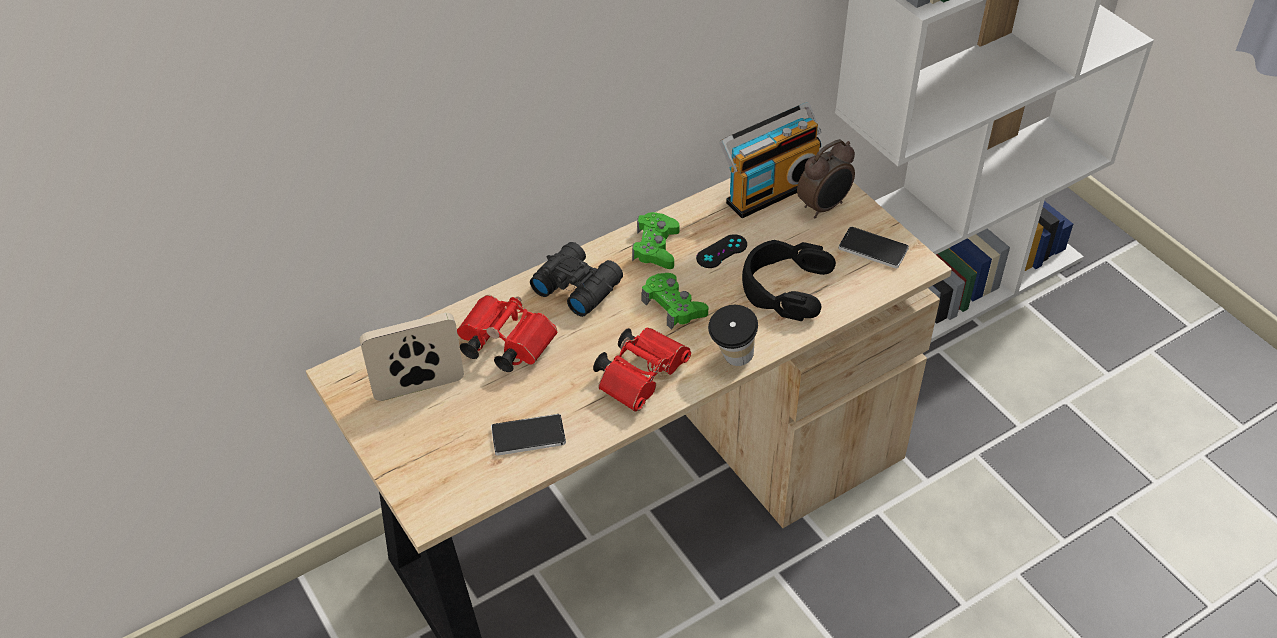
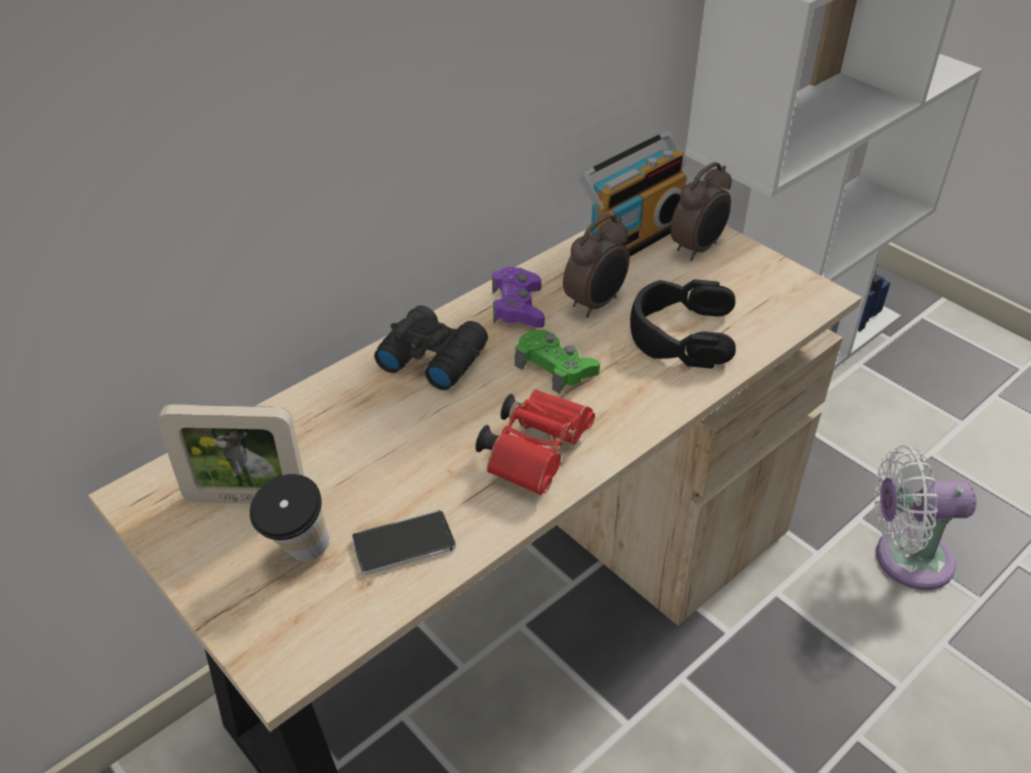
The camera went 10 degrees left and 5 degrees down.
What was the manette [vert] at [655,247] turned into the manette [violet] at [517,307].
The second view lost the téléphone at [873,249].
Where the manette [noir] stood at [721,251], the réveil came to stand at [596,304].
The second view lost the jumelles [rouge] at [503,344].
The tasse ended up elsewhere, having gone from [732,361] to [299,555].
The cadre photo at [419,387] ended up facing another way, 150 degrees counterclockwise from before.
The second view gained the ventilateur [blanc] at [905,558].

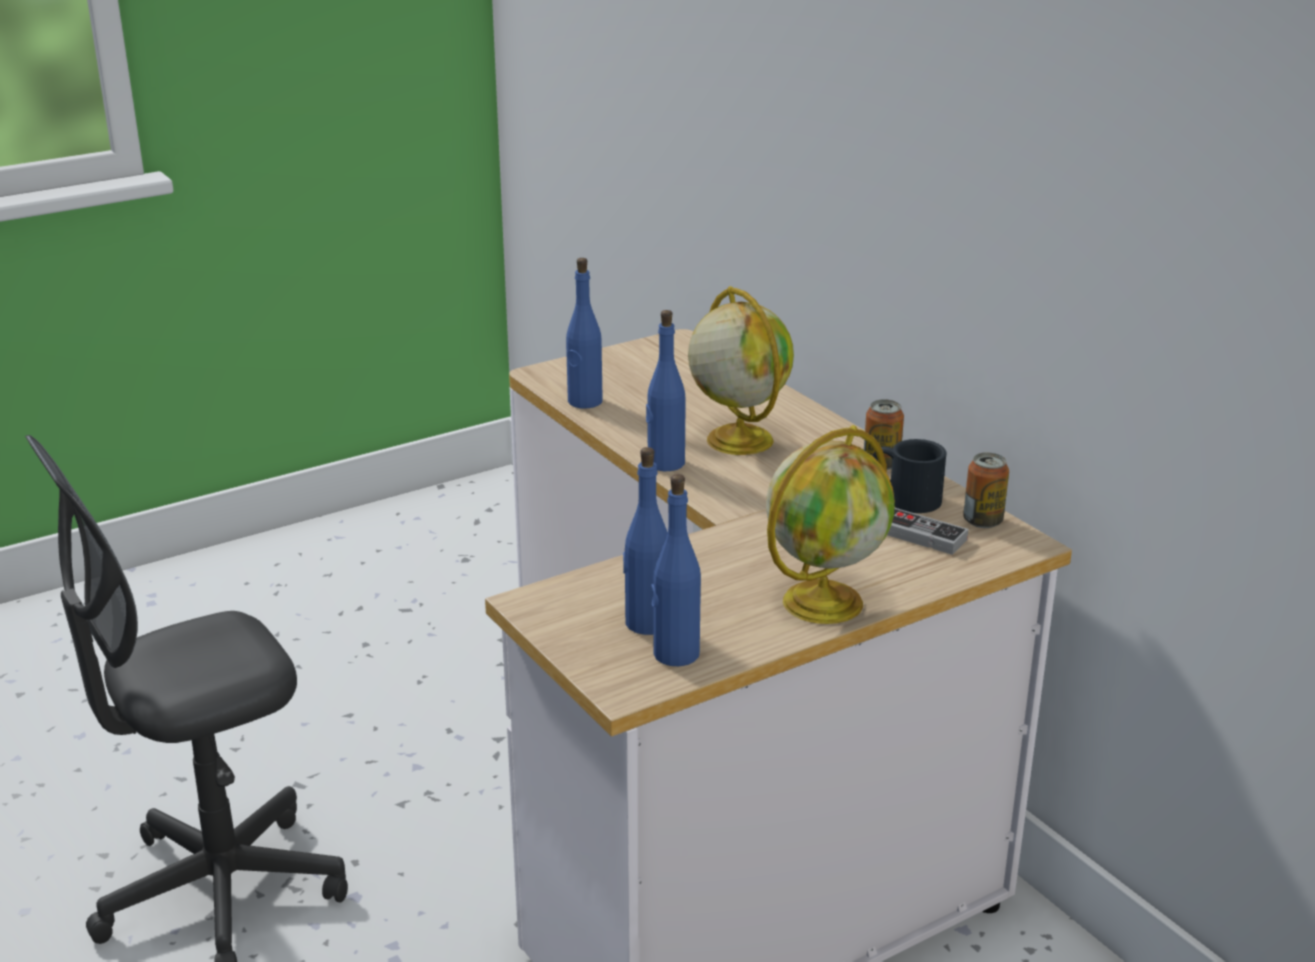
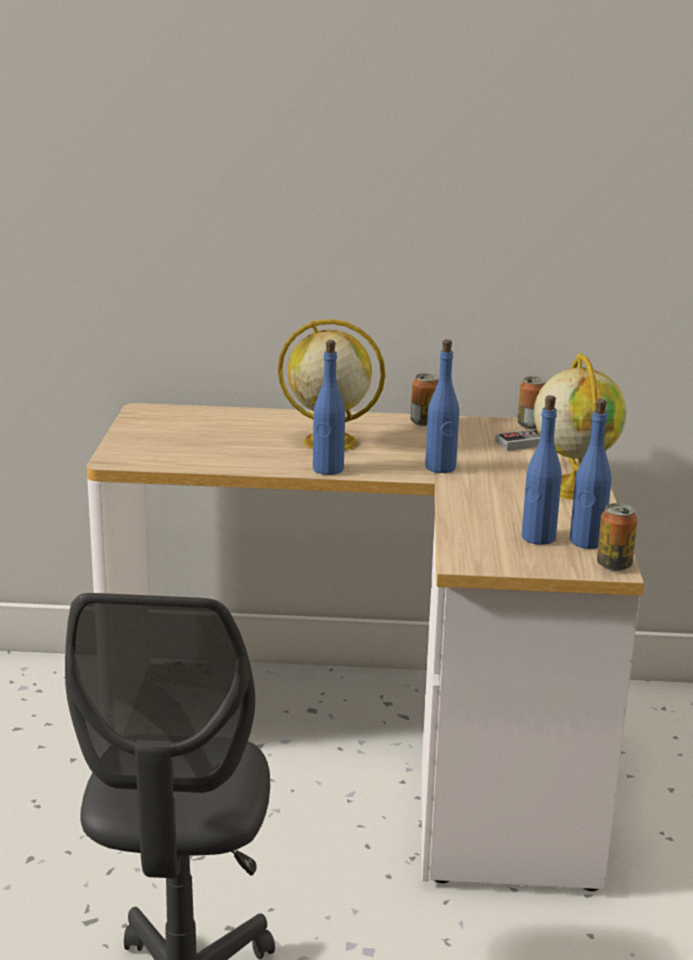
The camera went 55 degrees left and 5 degrees down.
The bouteille [bleu] ended up elsewhere, having gone from [584,402] to [440,468].
The second view lost the mug [noir] at [904,497].
The second view gained the boîte métallique at [614,565].

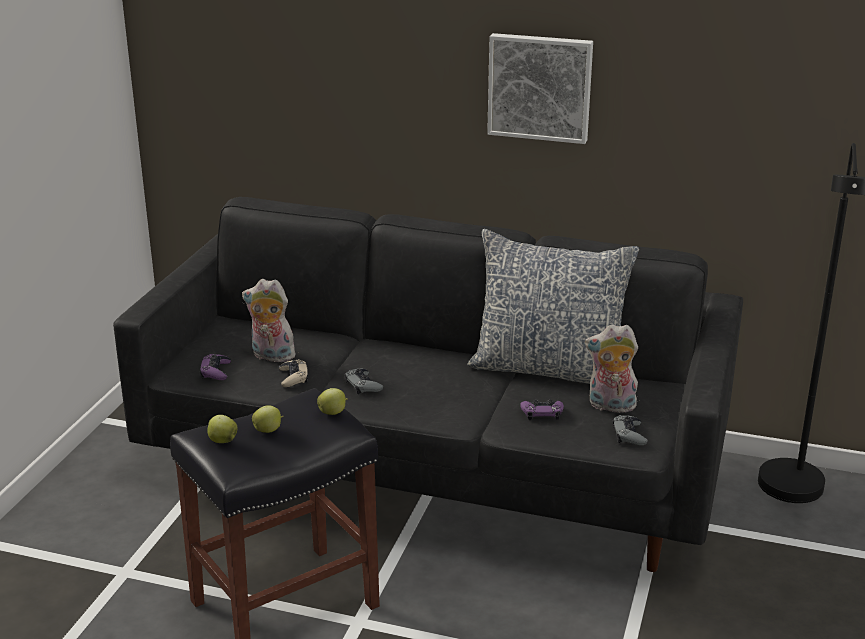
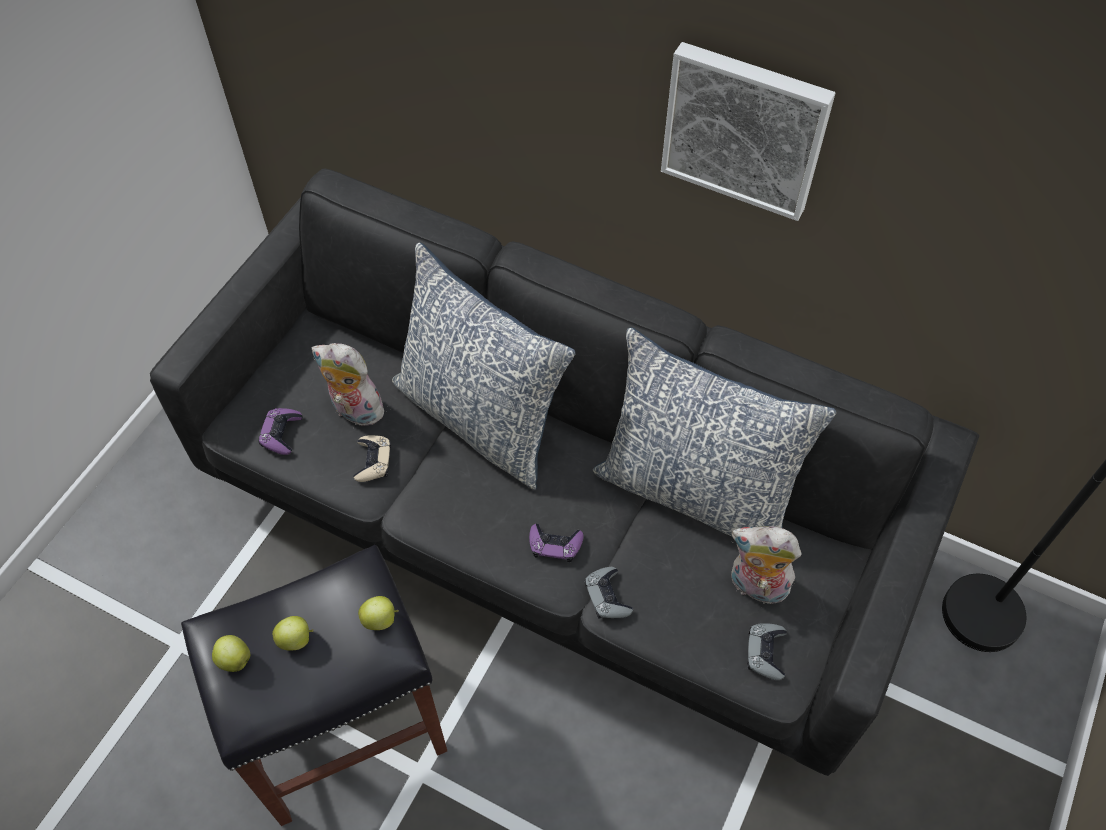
The camera went 10 degrees right and 30 degrees up.
The manette [gris] ended up elsewhere, having gone from [363,385] to [607,597].
The manette [violet] ended up elsewhere, having gone from [542,413] to [555,545].
The second view gained the coussin at [480,417].

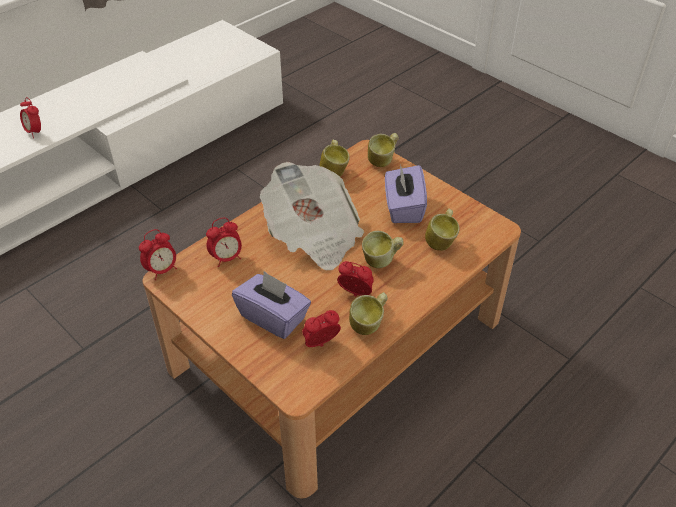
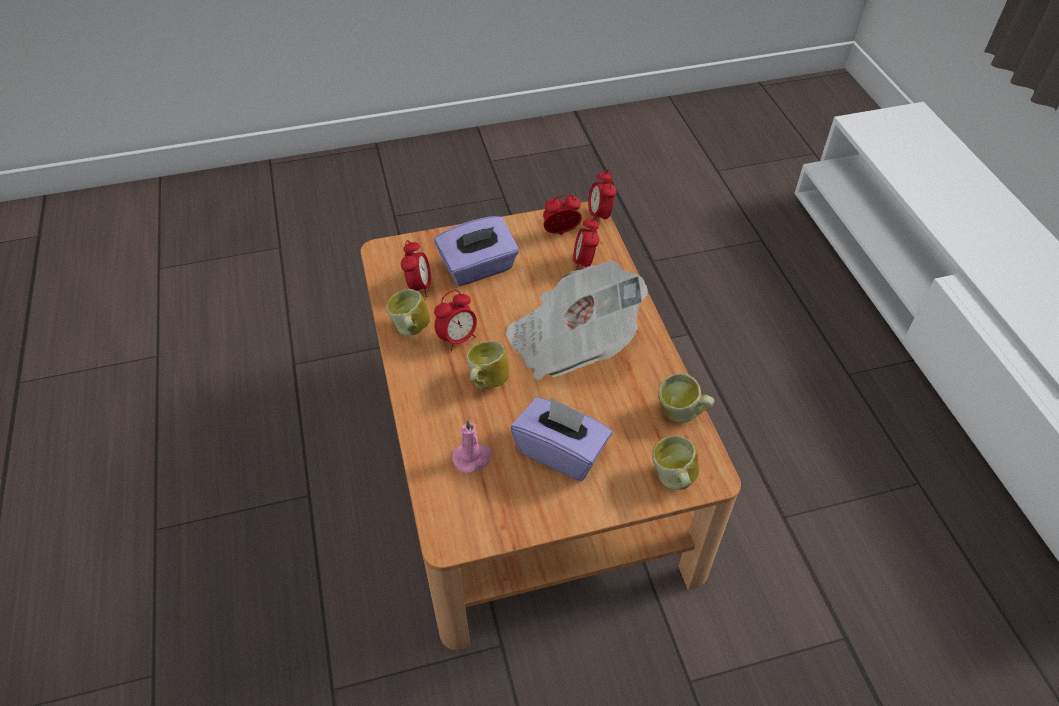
The camera went 120 degrees right and 5 degrees up.
The réveil ended up elsewhere, having gone from [35,132] to [560,233].
Where the mug stood at [442,242], the bougie [rose] came to stand at [473,457].

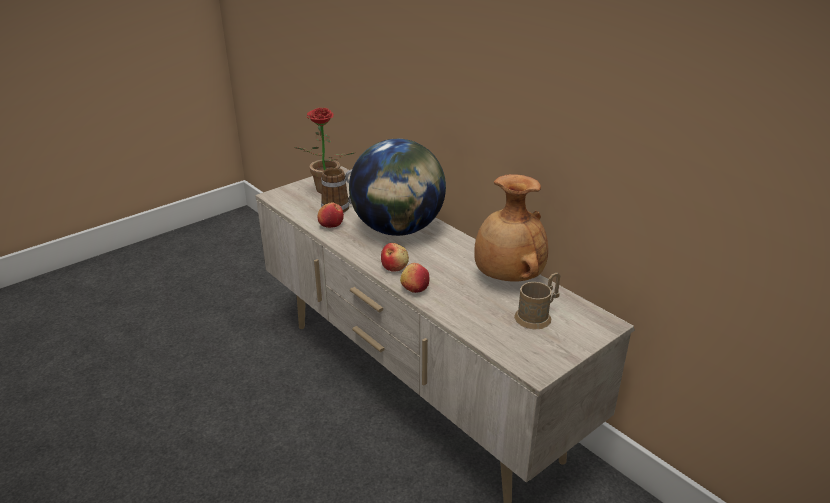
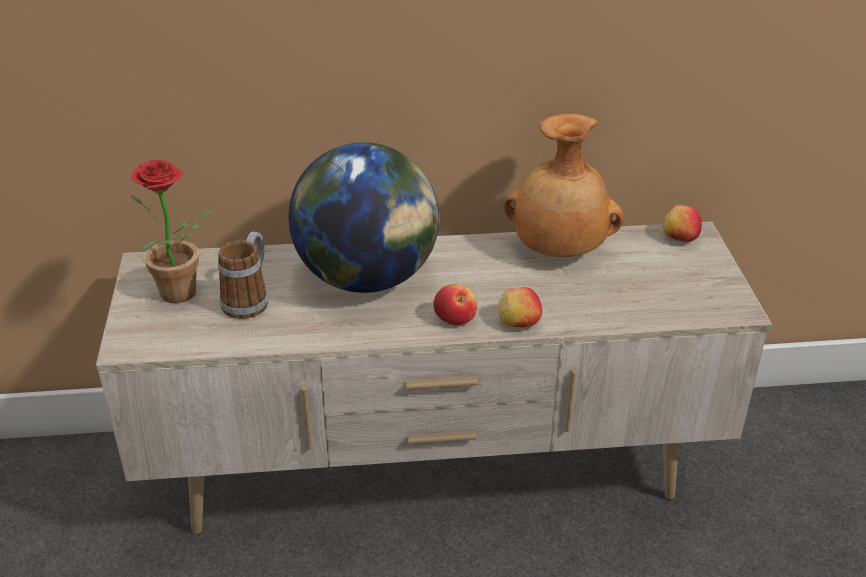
The camera went 55 degrees left and 5 degrees up.
The pomme ended up elsewhere, having gone from [330,225] to [680,237].
The second view lost the mug [marron] at [537,316].

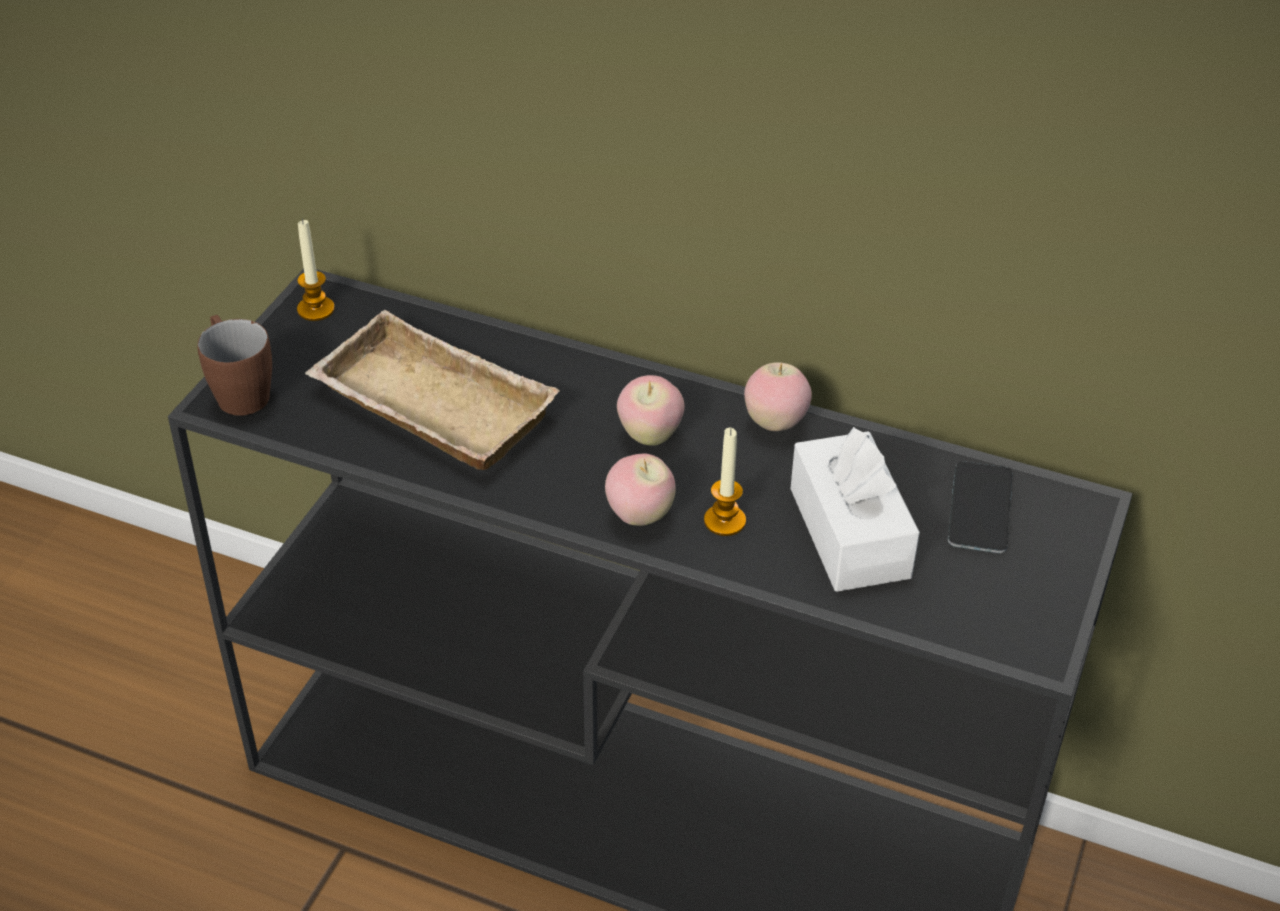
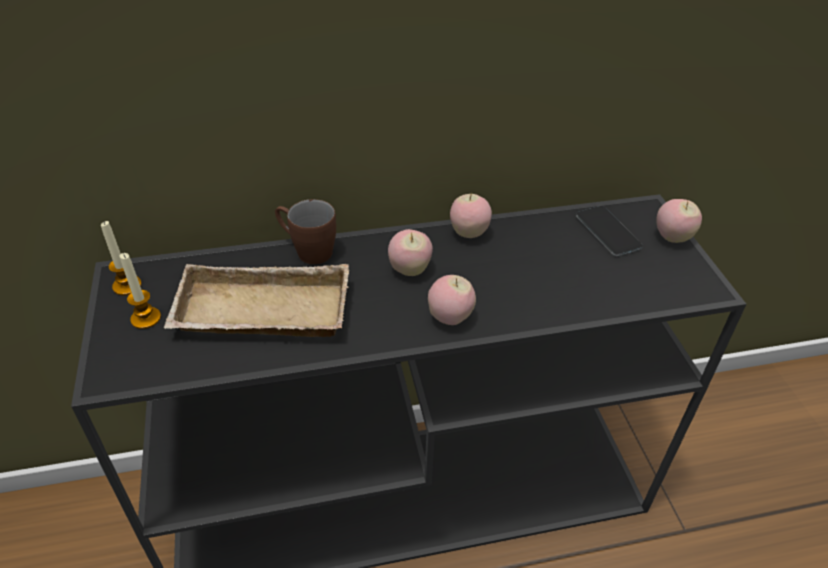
The camera went 35 degrees left and 0 degrees up.
The mug [marron] ended up elsewhere, having gone from [238,390] to [307,250].
The second view lost the boîte à mouchoirs [blanc] at [849,533].
The bougie ended up elsewhere, having gone from [724,521] to [146,318].
The second view gained the pomme at [672,237].

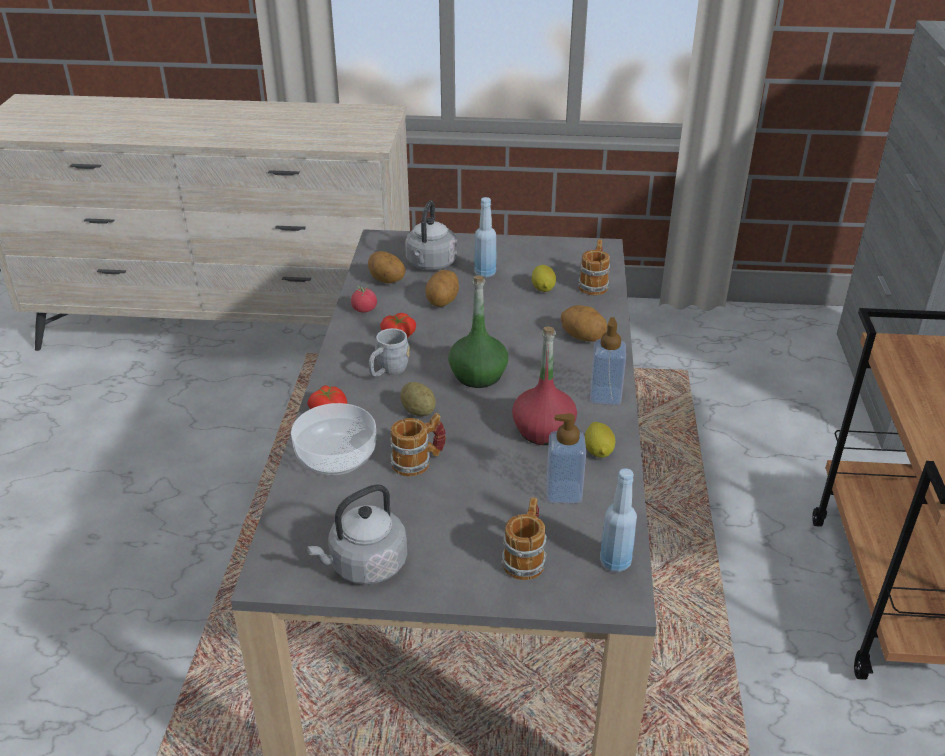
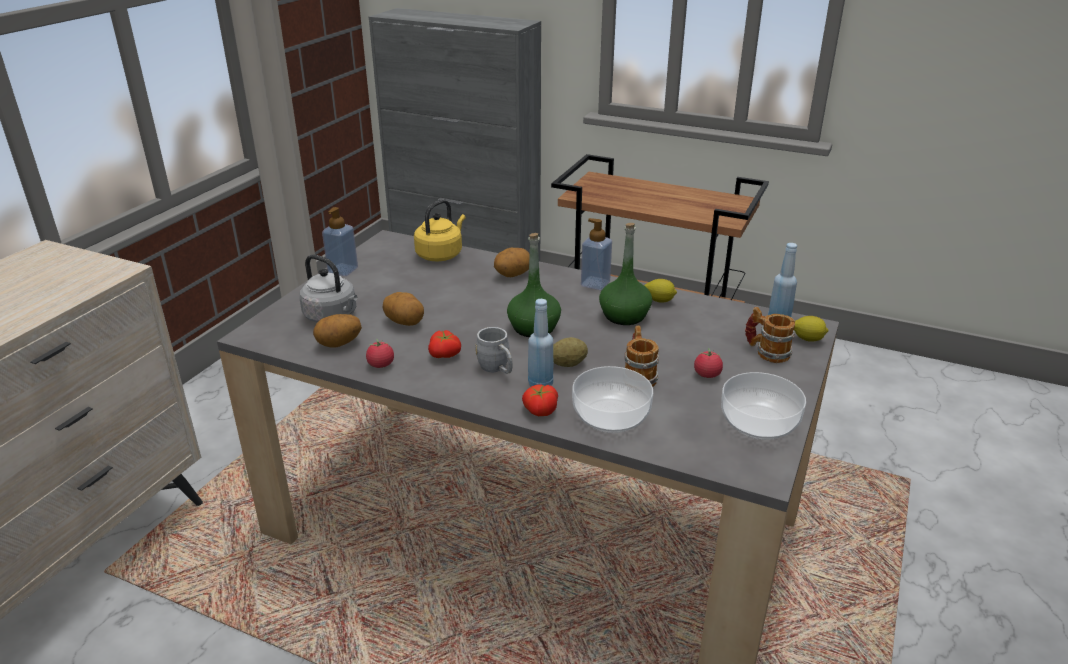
The camera went 70 degrees left and 5 degrees down.
The bouteille [bleu] ended up elsewhere, having gone from [485,273] to [540,384].
Where the mug stood at [594,284], the bouilloire [jaune] came to stand at [441,254].
The citron ended up elsewhere, having gone from [543,288] to [807,339].
What was the bouteille [rouge] at [543,430] turned into the bouteille [vert] at [624,315].
The distributeur de savon ended up elsewhere, having gone from [563,492] to [343,270].
Where the bouilloire [gris] stood at [364,565], the bol came to stand at [760,423].
The second view gained the tomate at [707,374].

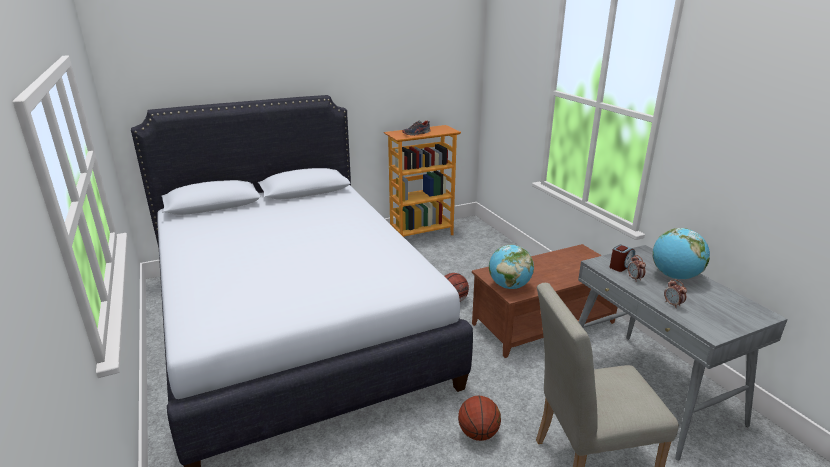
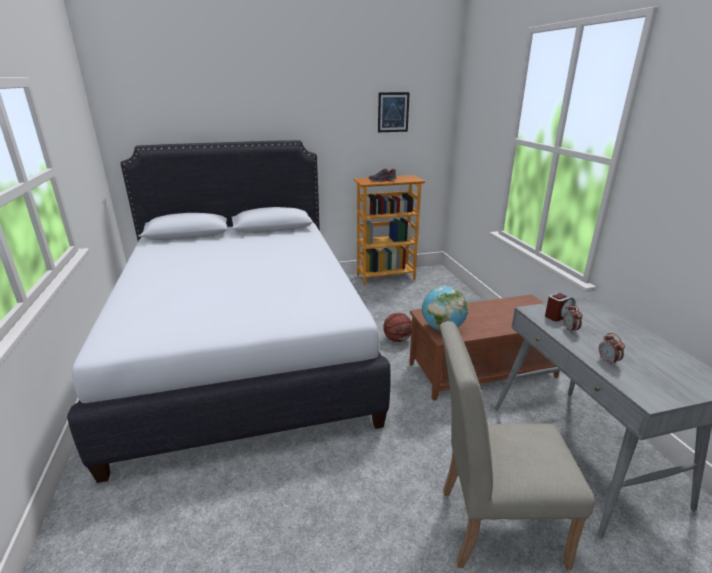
The camera went 10 degrees right and 0 degrees up.
The second view lost the globe at [675,276].
The second view lost the ballon de basket at [478,433].
The second view gained the tableau at [393,112].

